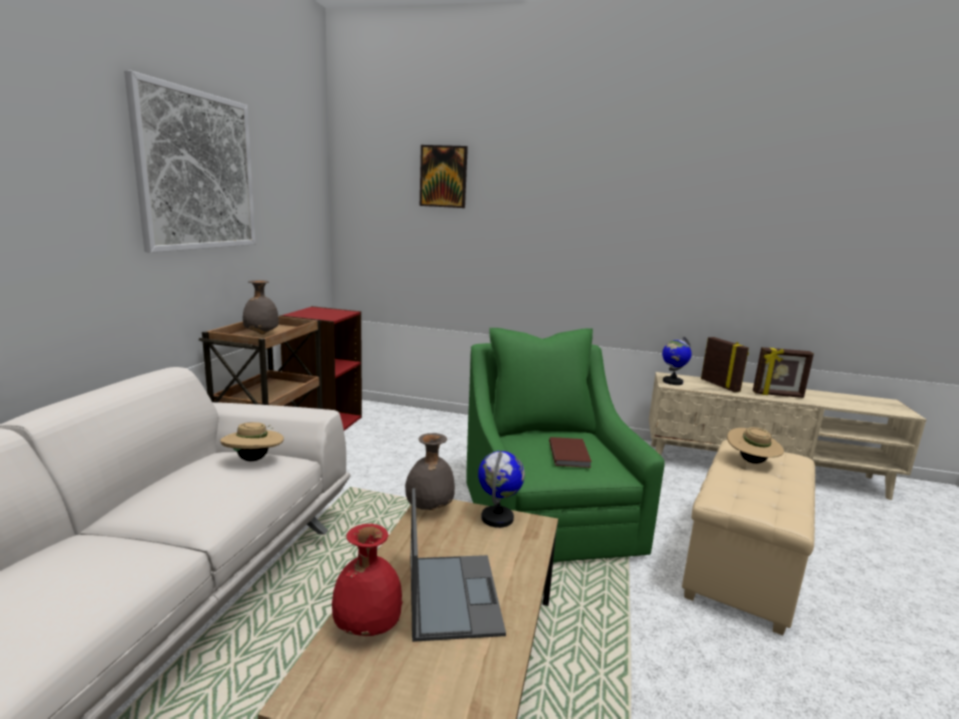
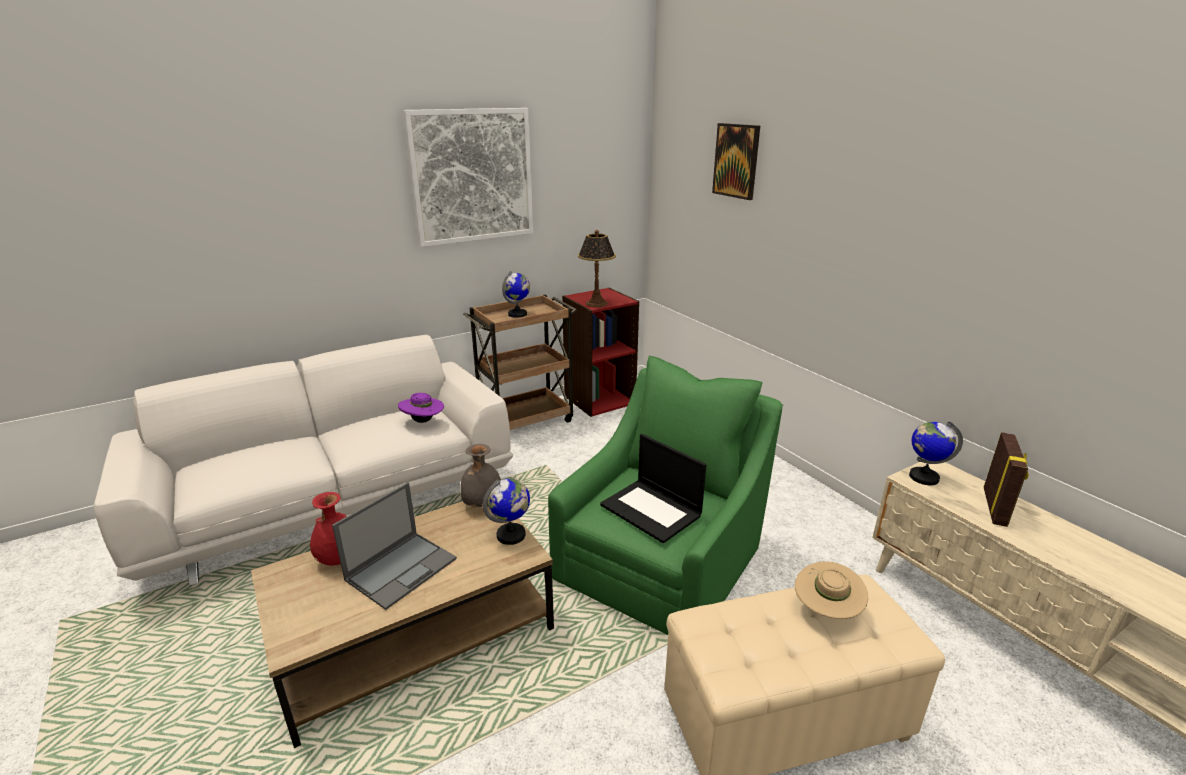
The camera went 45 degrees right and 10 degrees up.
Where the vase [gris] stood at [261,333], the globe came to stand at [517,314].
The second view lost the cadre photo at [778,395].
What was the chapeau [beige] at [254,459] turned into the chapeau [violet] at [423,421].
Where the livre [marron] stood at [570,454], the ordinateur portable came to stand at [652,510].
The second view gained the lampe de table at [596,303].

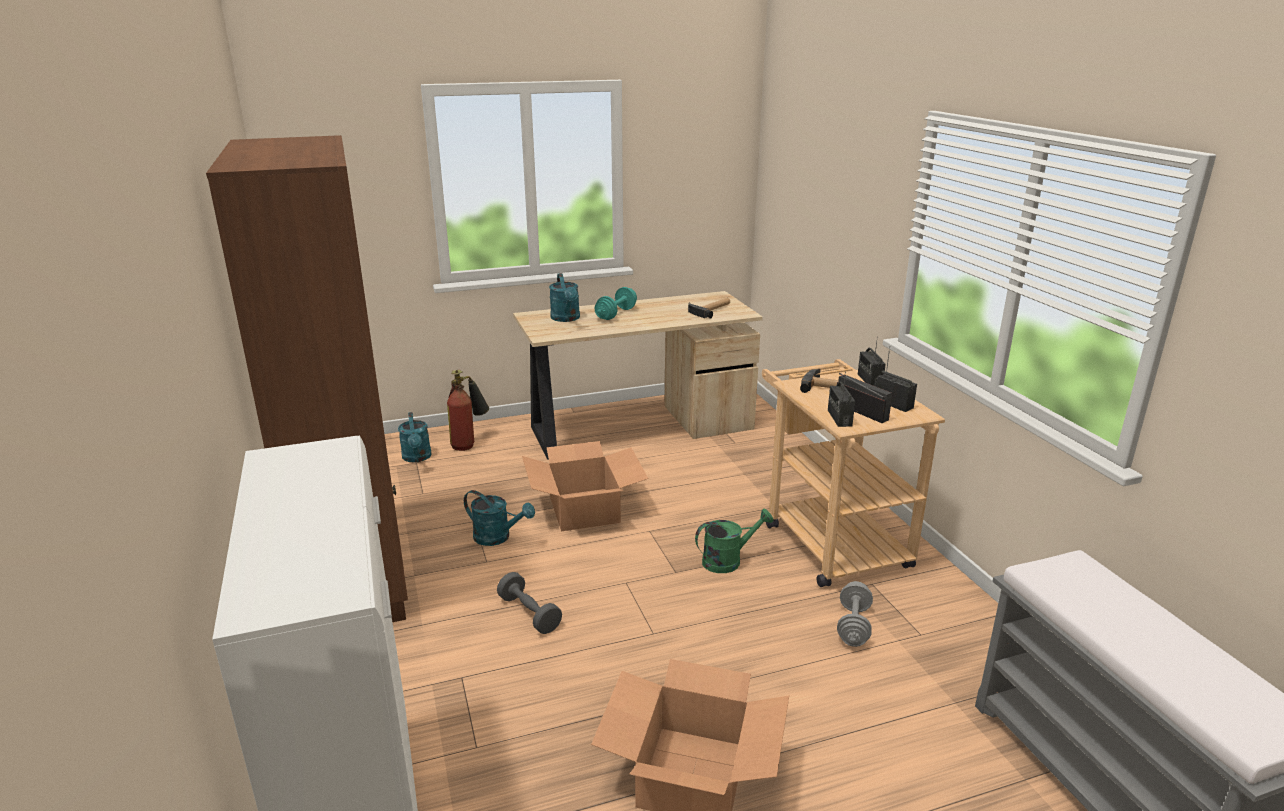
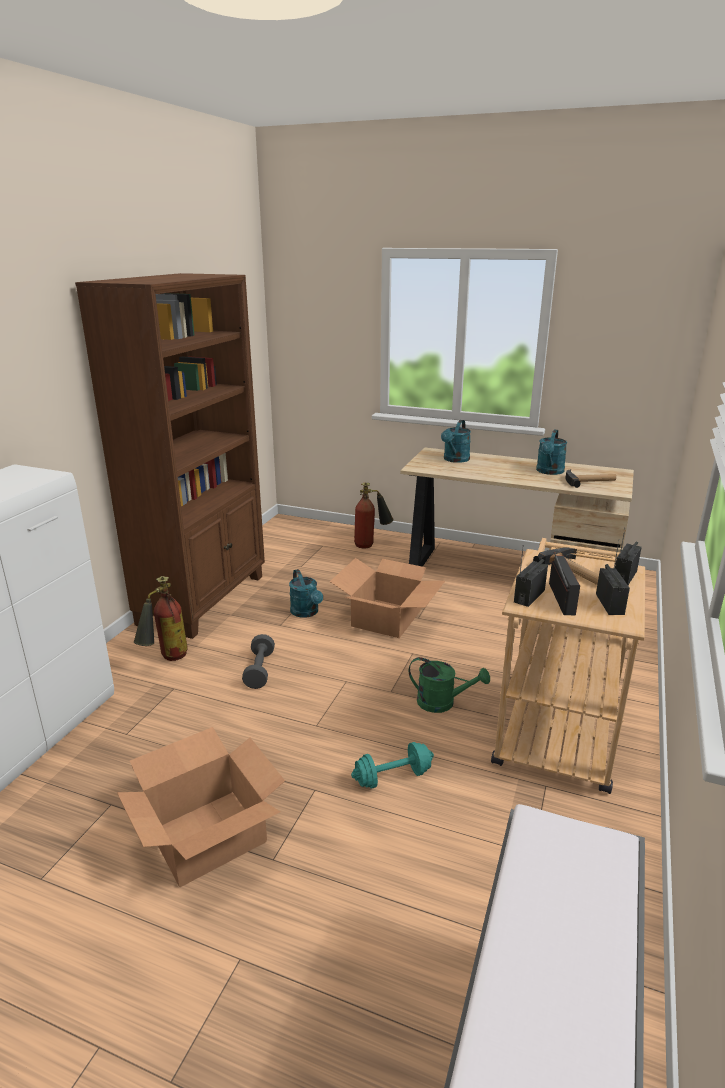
The camera went 40 degrees right and 0 degrees up.
The haltère [turquoise] ended up elsewhere, having gone from [616,314] to [392,777].
The arrosoir [turquoise] ended up elsewhere, having gone from [417,458] to [549,472].
The second view lost the haltère [gris] at [853,626].
The second view gained the extincteur at [166,660].

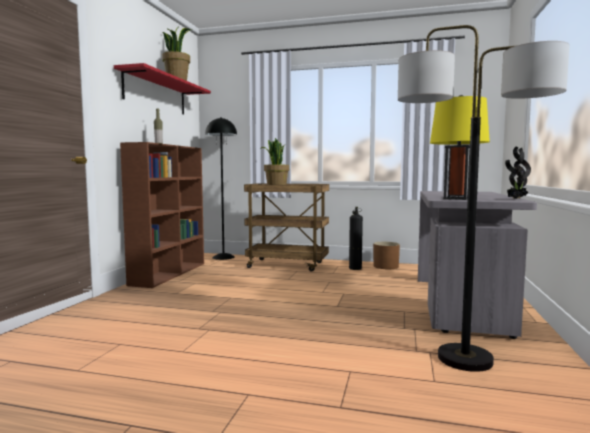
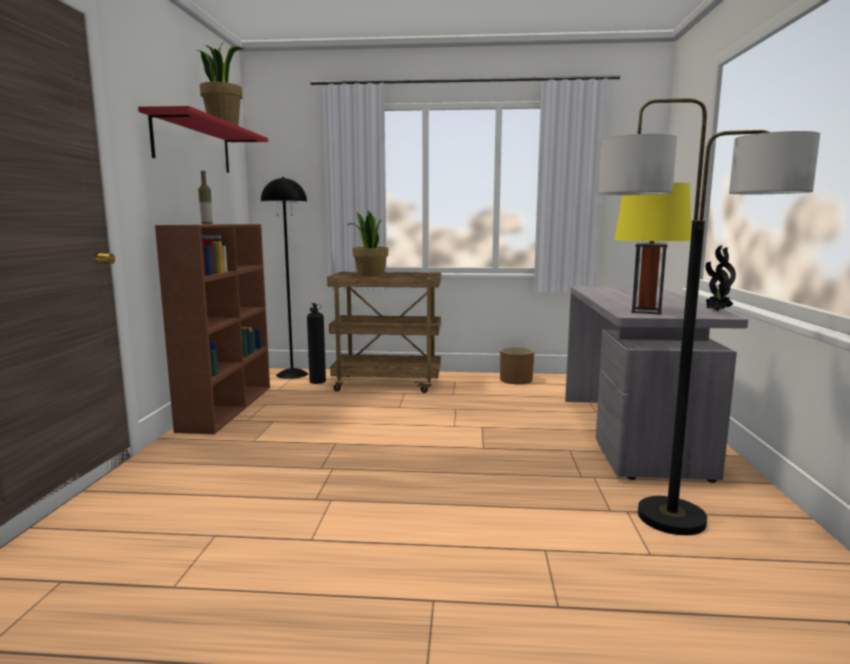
The camera went 10 degrees left and 5 degrees up.
The extincteur ended up elsewhere, having gone from [355,268] to [317,381].

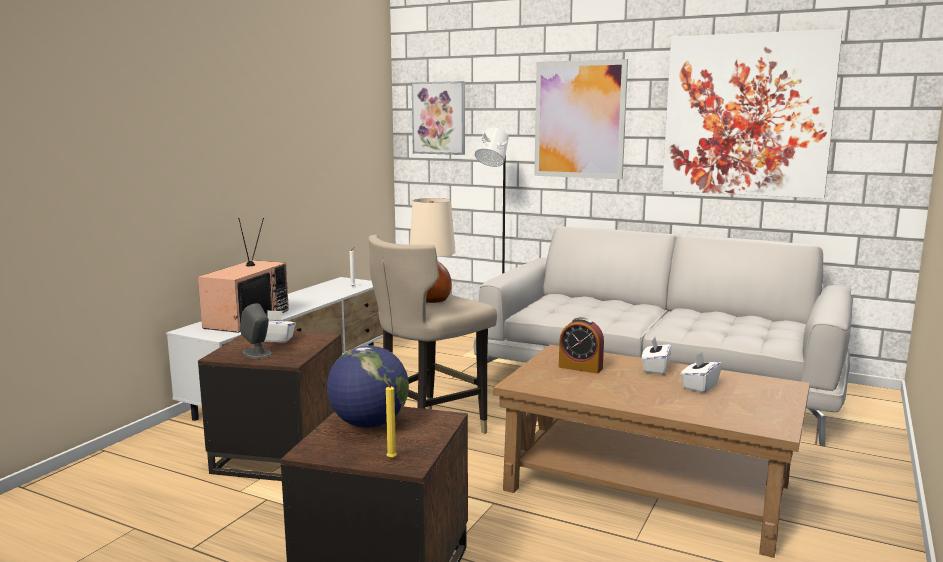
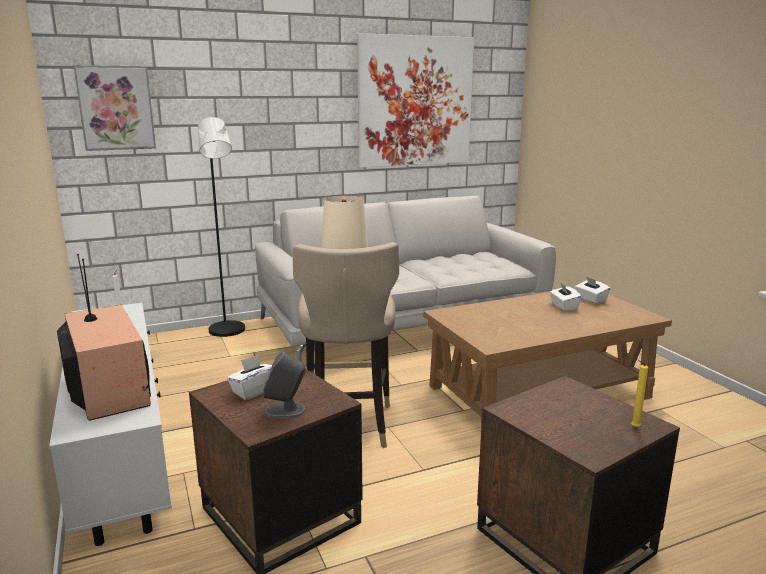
The camera went 50 degrees left and 5 degrees up.
The second view lost the tableau at [579,119].
The second view lost the réveil at [580,367].
The boîte à mouchoirs [blanc] ended up elsewhere, having gone from [655,368] to [590,300].
The second view lost the globe at [369,424].

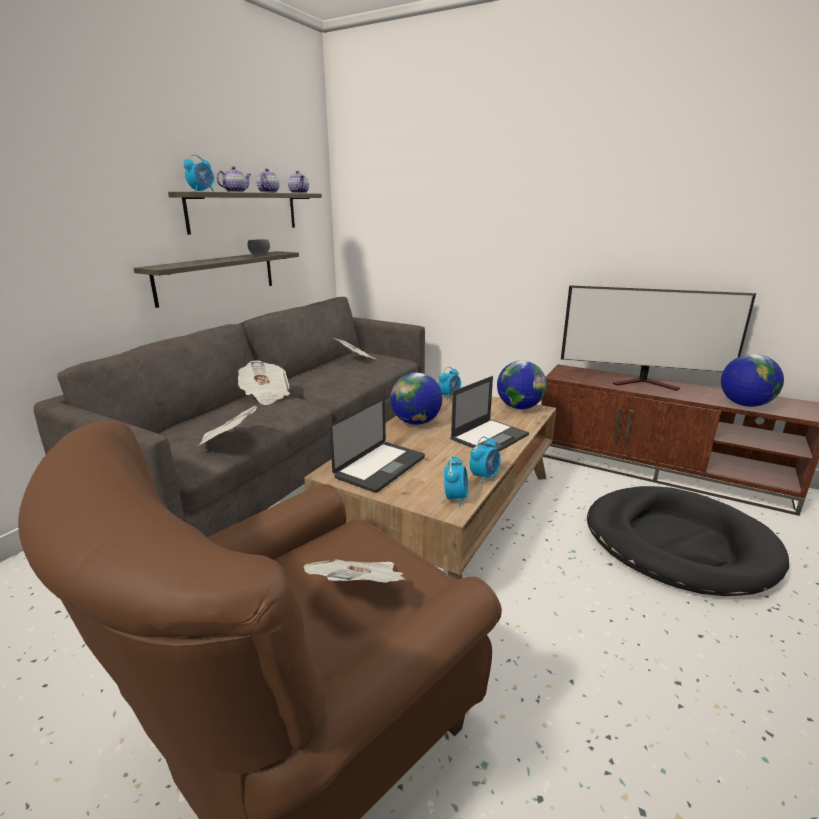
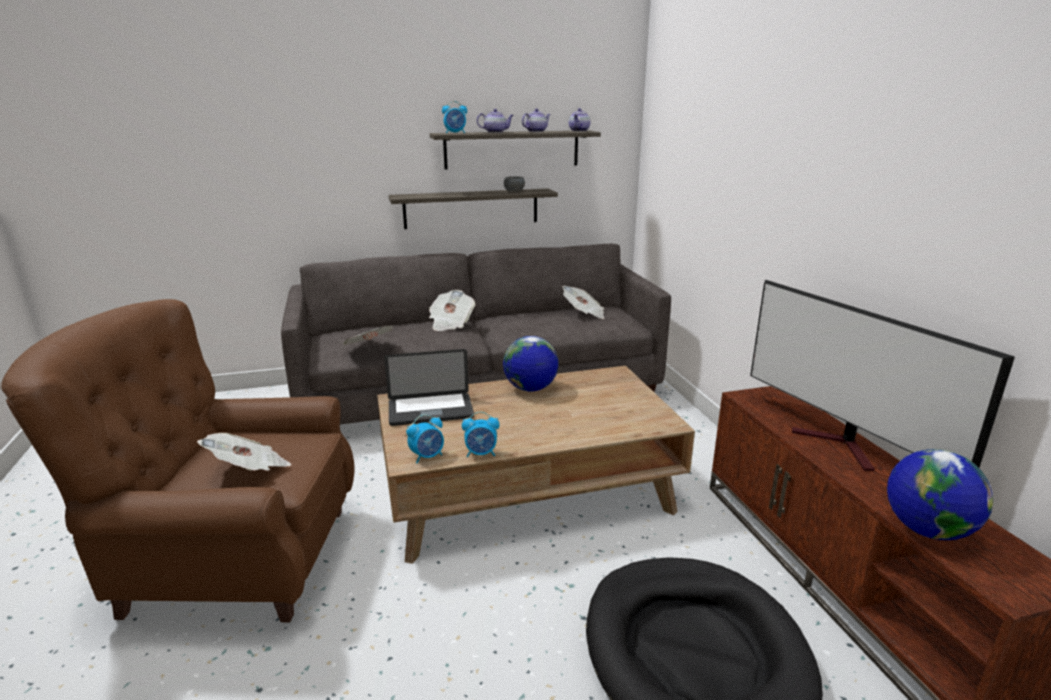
The camera went 45 degrees right and 0 degrees up.
The second view lost the globe at [519,407].
The second view lost the réveil at [449,396].
The second view lost the ordinateur portable at [490,436].

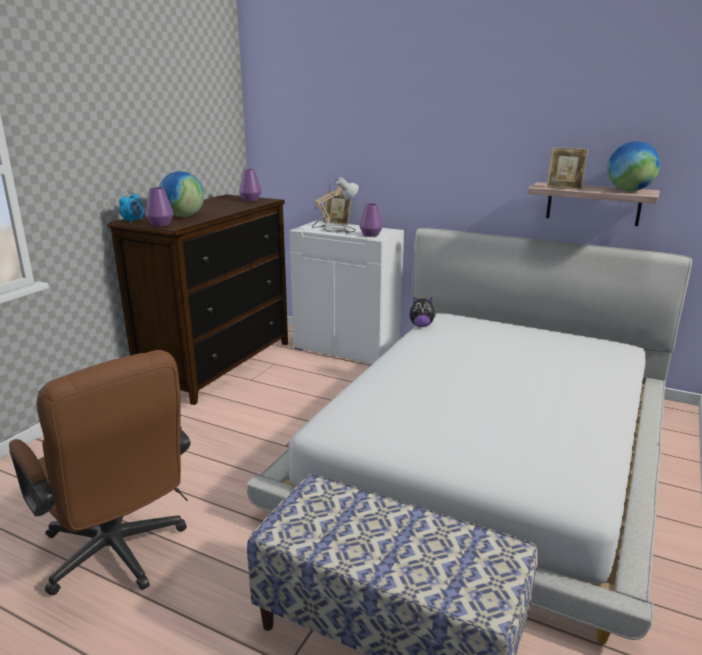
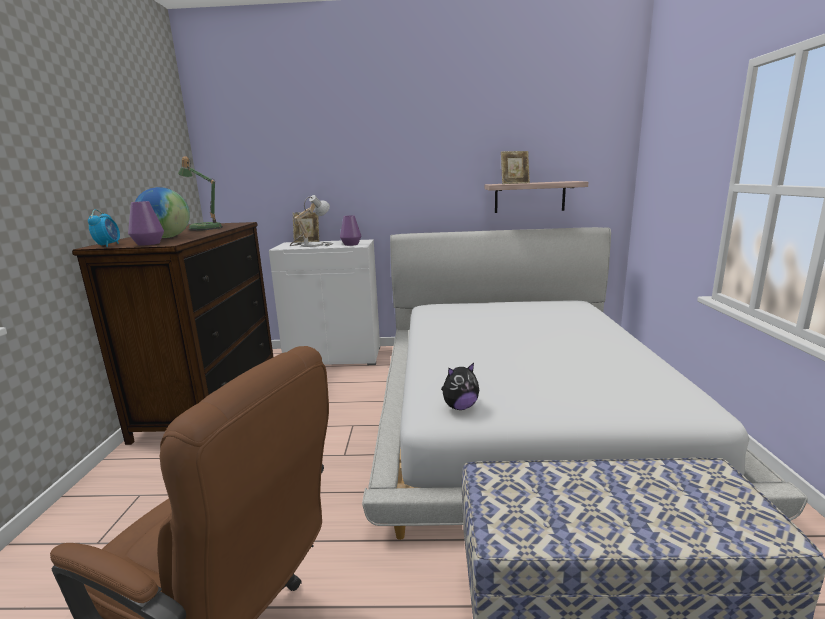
The camera went 25 degrees left and 5 degrees down.
The second view lost the globe at [629,190].
The second view lost the vase [violet] at [250,200].
The peluche ended up elsewhere, having gone from [421,325] to [460,407].
The second view gained the lampe de table at [204,228].

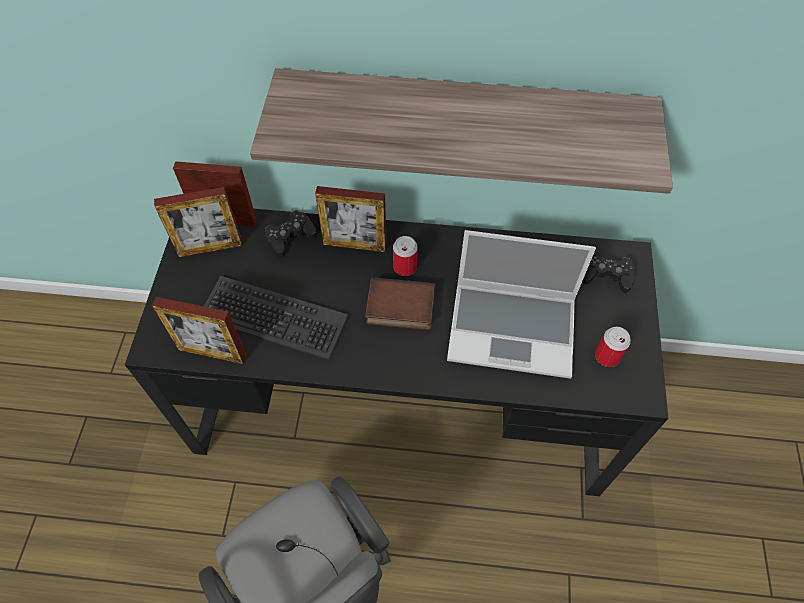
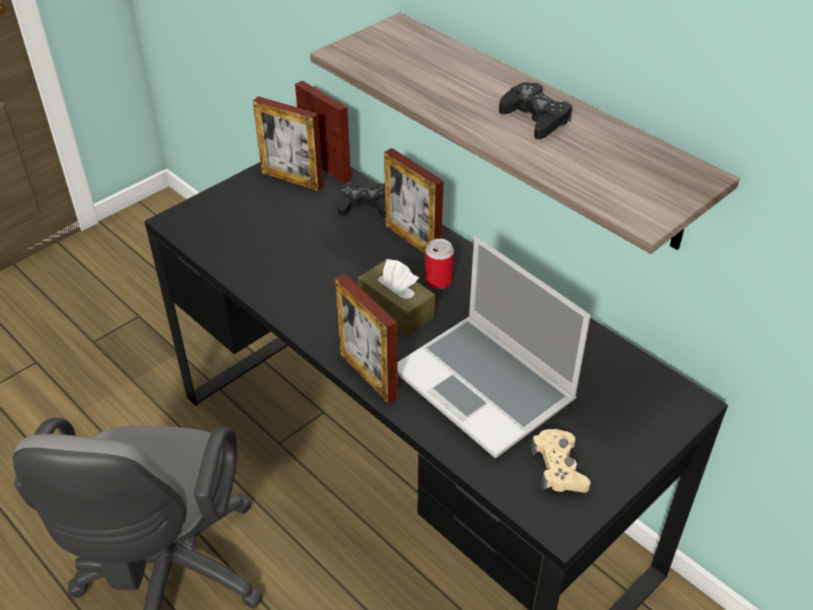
The camera went 40 degrees right and 15 degrees down.
The manette [noir] ended up elsewhere, having gone from [606,275] to [535,118].
The second view lost the clavier at [272,319].
Where the livre stood at [399,309], the boîte à mouchoirs [marron] came to stand at [396,308].
The cadre photo ended up elsewhere, having gone from [212,353] to [368,376].
Where the boîte métallique stood at [607,356], the manette [beige] came to stand at [559,468].

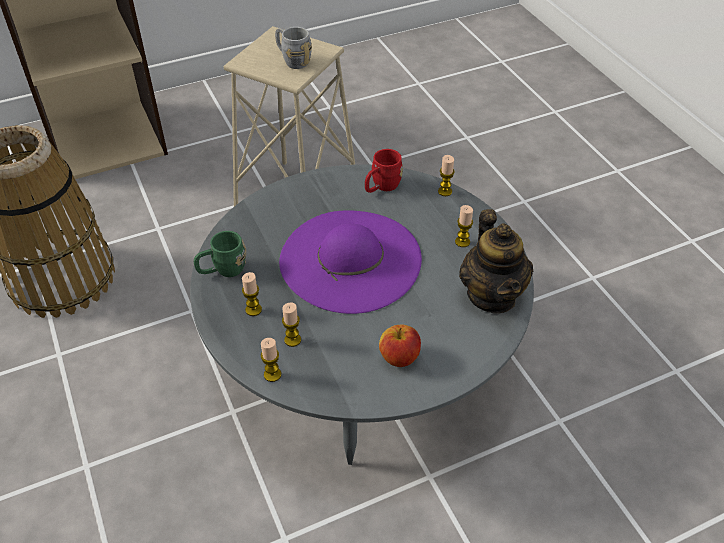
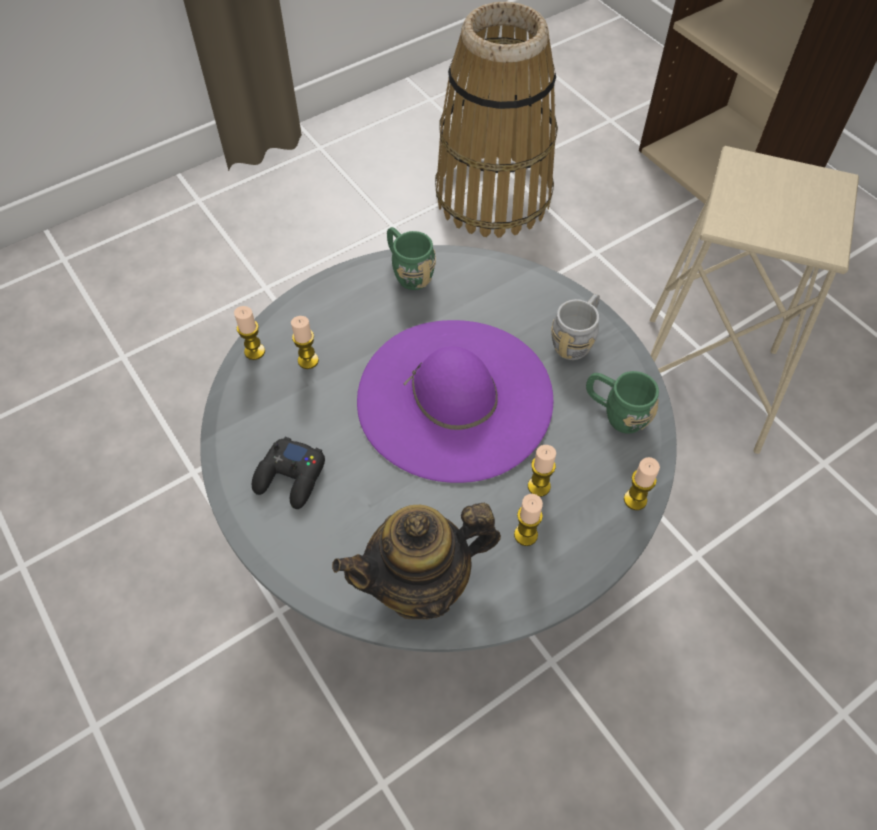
The camera went 80 degrees right and 10 degrees up.
The mug [gris] ended up elsewhere, having gone from [292,60] to [576,340].
What was the mug [rouge] at [381,187] turned into the mug [vert] at [616,413].
The bougie ended up elsewhere, having gone from [253,309] to [539,486].
Where the pomme stood at [399,358], the manette [noir] came to stand at [291,477].

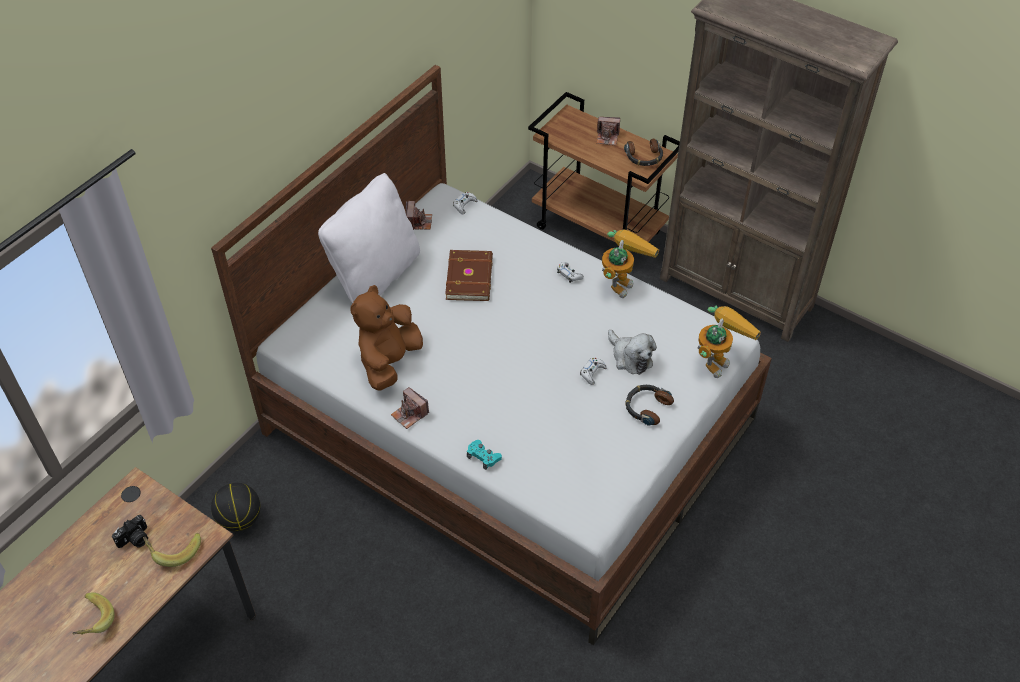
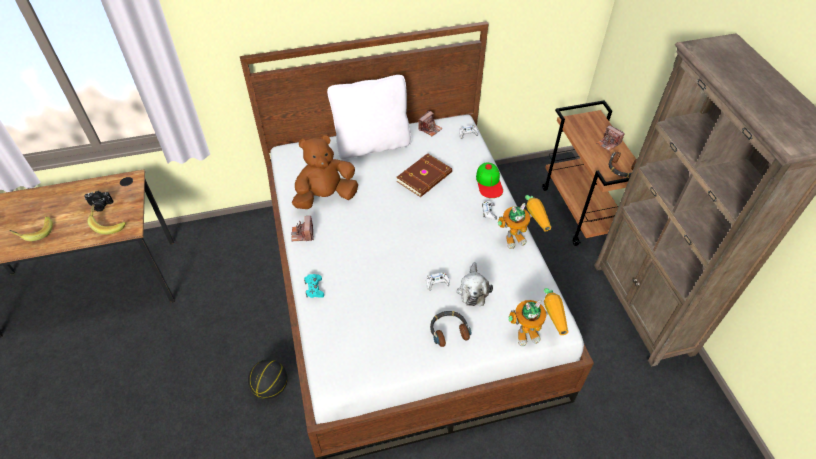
The camera went 40 degrees right and 0 degrees up.
The ballon de basket ended up elsewhere, having gone from [240,519] to [271,387].
The second view gained the casquette at [489,183].

